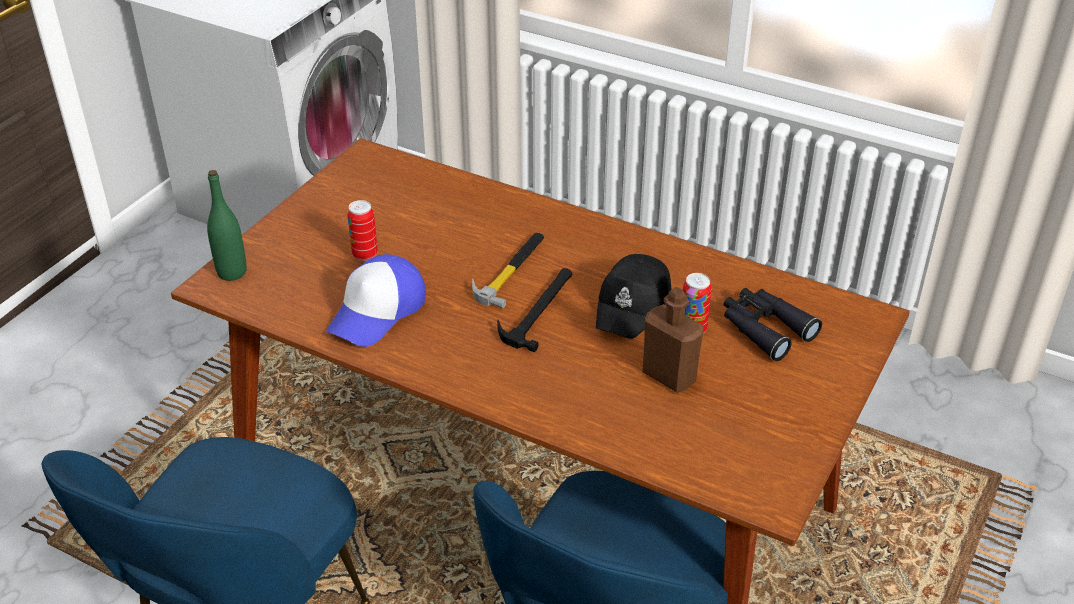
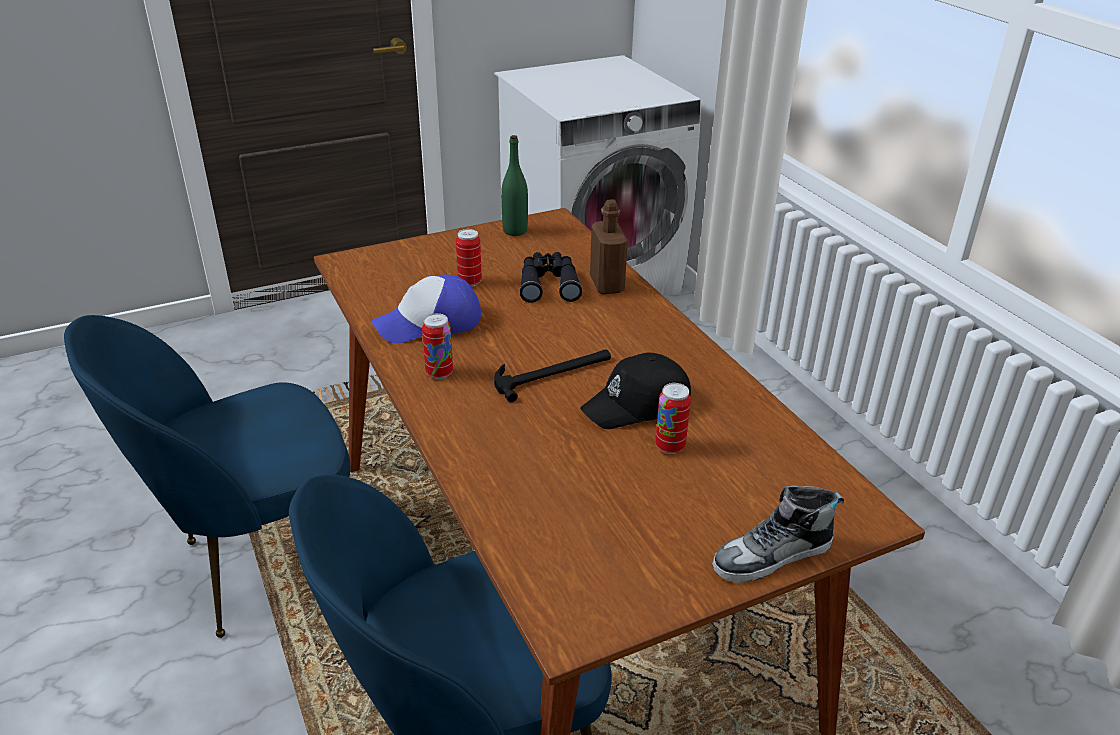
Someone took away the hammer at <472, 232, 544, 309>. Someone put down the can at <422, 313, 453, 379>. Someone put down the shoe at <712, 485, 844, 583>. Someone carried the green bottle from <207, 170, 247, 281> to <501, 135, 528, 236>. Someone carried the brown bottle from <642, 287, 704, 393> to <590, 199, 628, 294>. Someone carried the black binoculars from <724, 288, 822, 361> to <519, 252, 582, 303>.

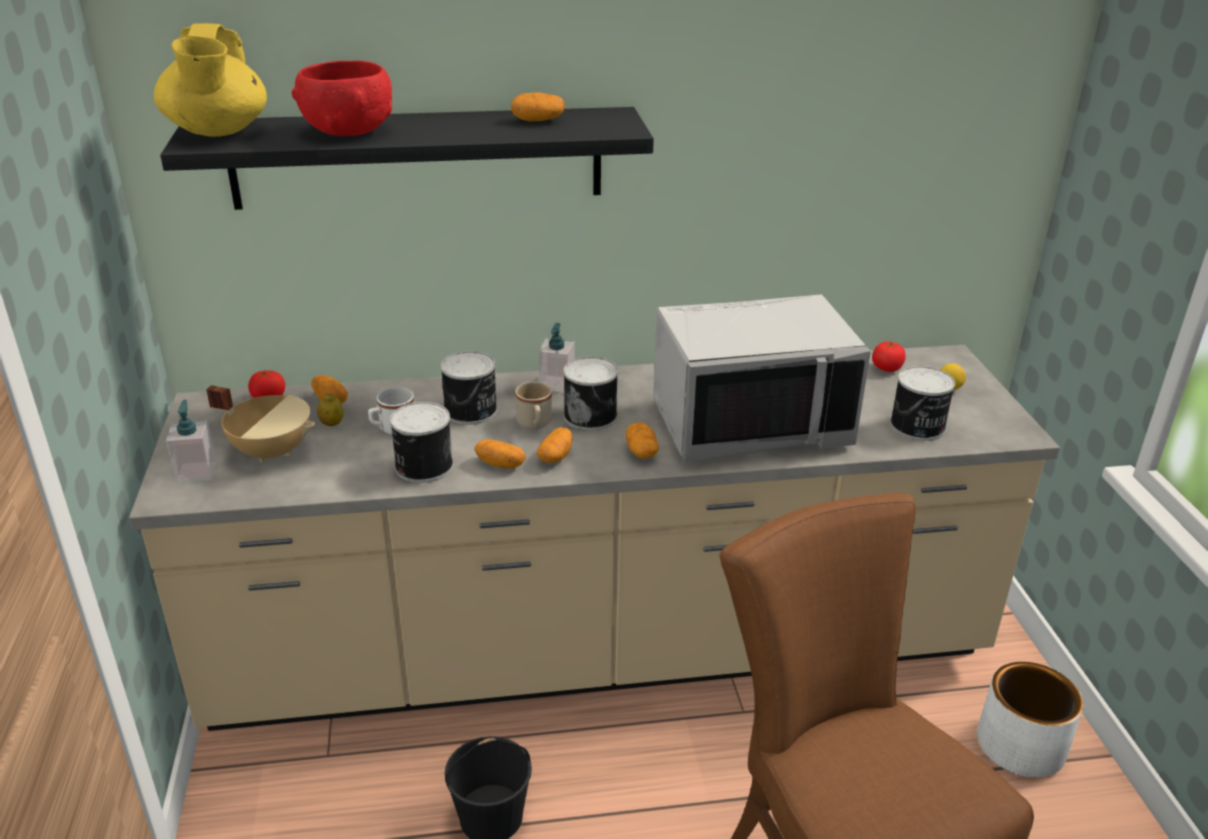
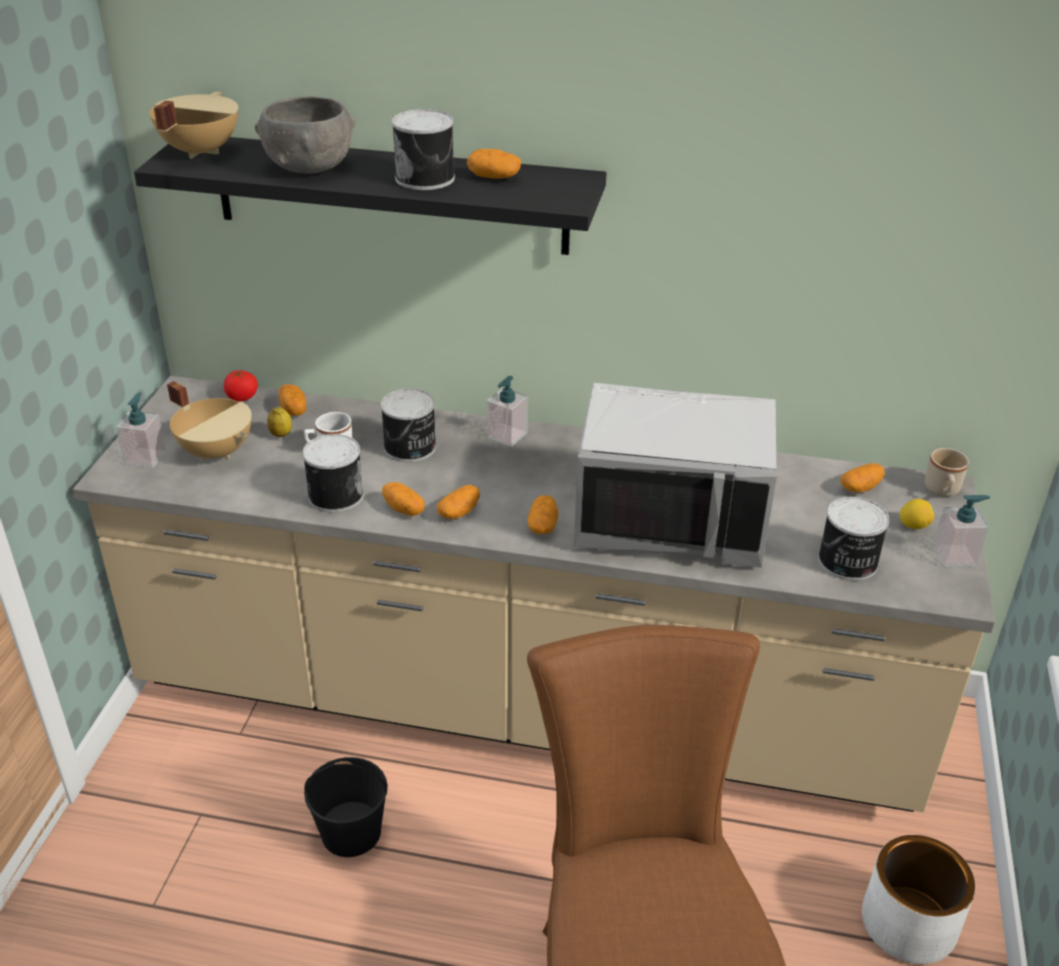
Someone put down the soap dispenser at <933, 495, 990, 567>. Someone carried the beige mug from <515, 382, 552, 429> to <925, 448, 969, 497>. Someone carried the can from <563, 357, 618, 431> to <392, 109, 455, 190>. Someone swapped the yellow teapot at <154, 23, 267, 137> for the beige cooking pot at <150, 92, 238, 159>. Someone swapped the tomato at <872, 341, 906, 372> for the potato at <841, 463, 885, 492>. Someone repainted the red bowl at <292, 60, 392, 136>, which became the grey bowl at <255, 97, 355, 174>.

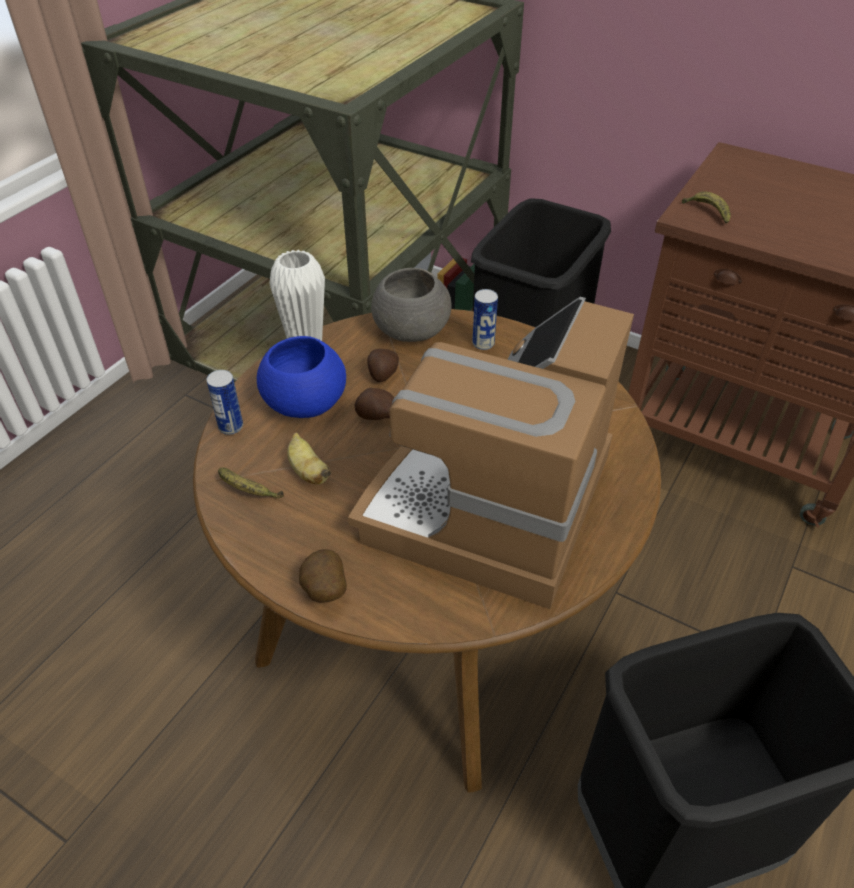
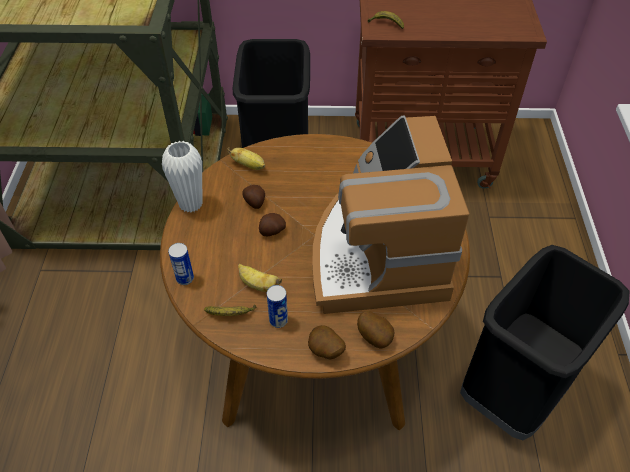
Someone took away the blue bowl at <257, 336, 346, 418>. Someone put down the potato at <357, 311, 394, 349>. Someone carried the can from <472, 289, 498, 350> to <267, 285, 288, 328>. Someone swapped the grey bowl at <371, 268, 451, 342> for the banana at <227, 147, 265, 170>.

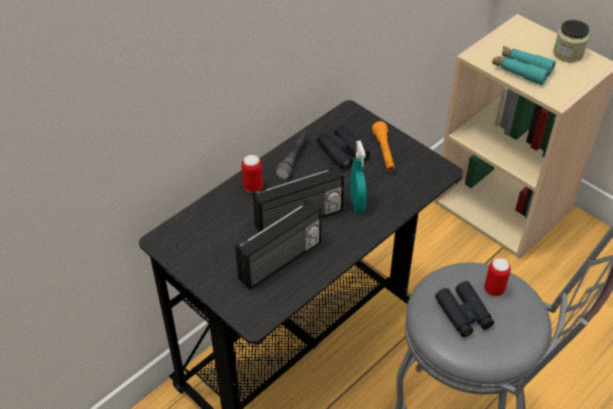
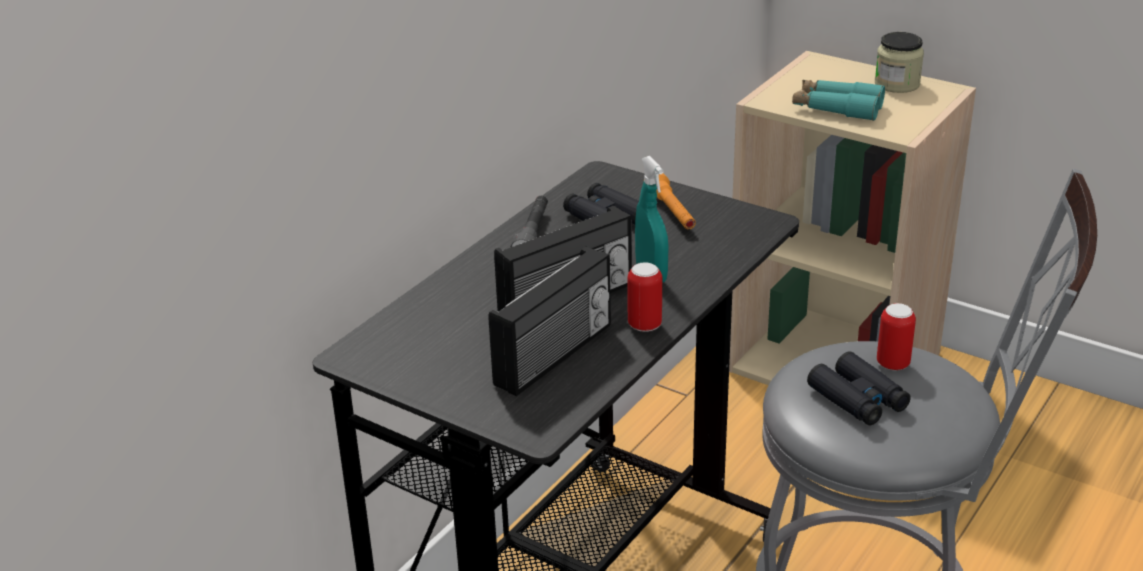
Someone carried the can from <241, 155, 263, 193> to <627, 262, 662, 332>.

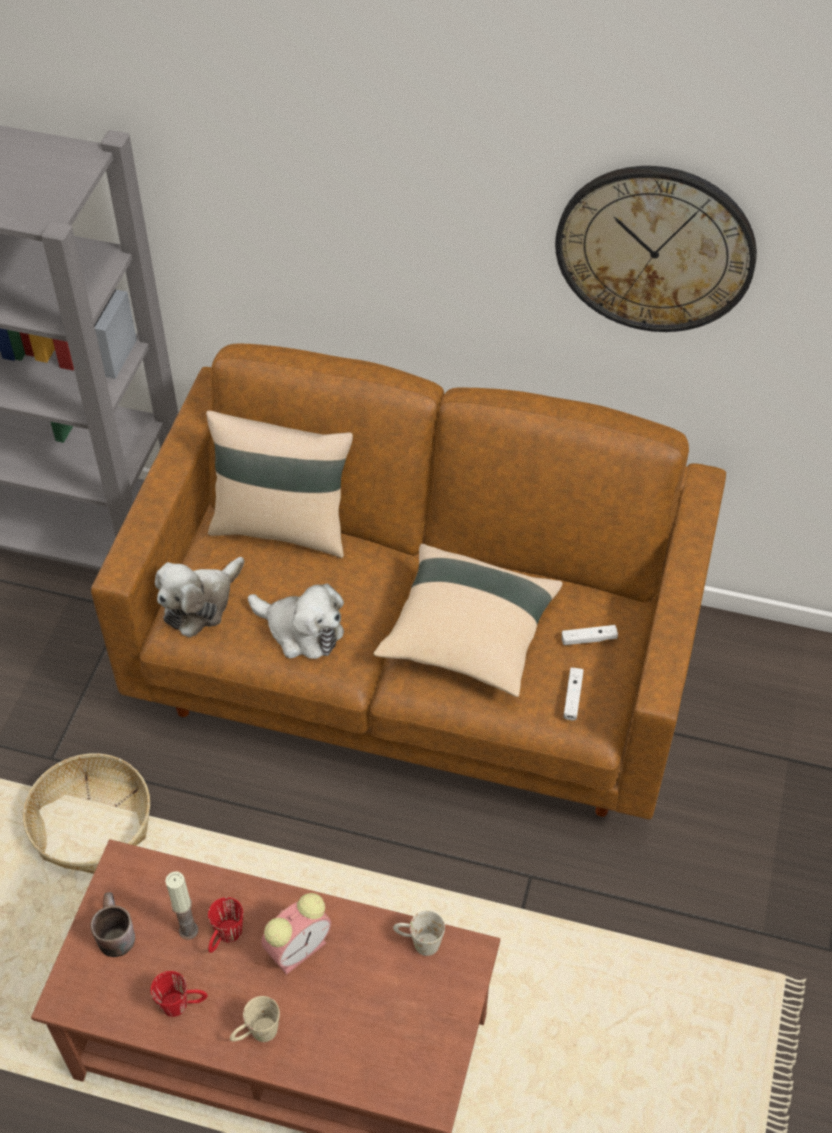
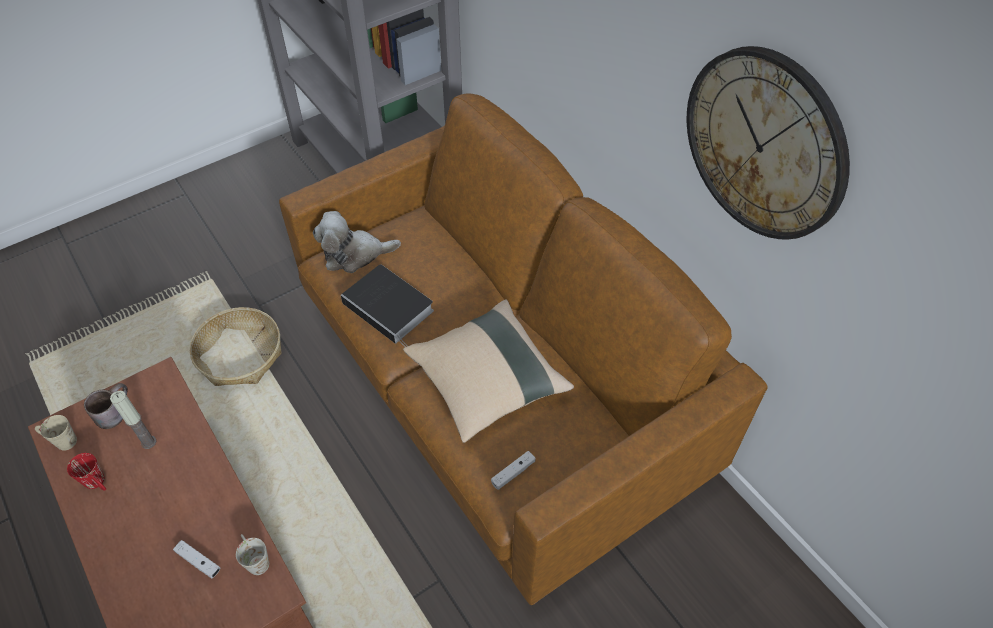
Someone took away the beige pillow at <206, 410, 353, 558>. Someone took away the red mug at <208, 897, 243, 953>. Someone took away the alarm clock at <261, 893, 331, 975>. Someone carried the beige mug from <230, 996, 280, 1042> to <35, 415, 77, 451>. Someone carried the white game controller from <562, 625, 618, 645> to <173, 540, 221, 579>. Someone swapped the plush toy at <248, 584, 344, 659> for the book at <341, 264, 434, 347>.

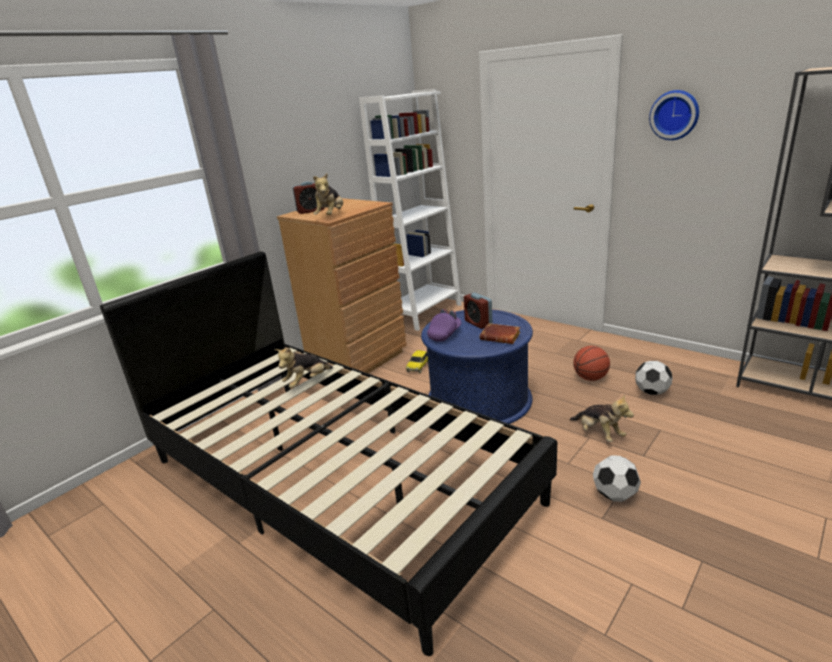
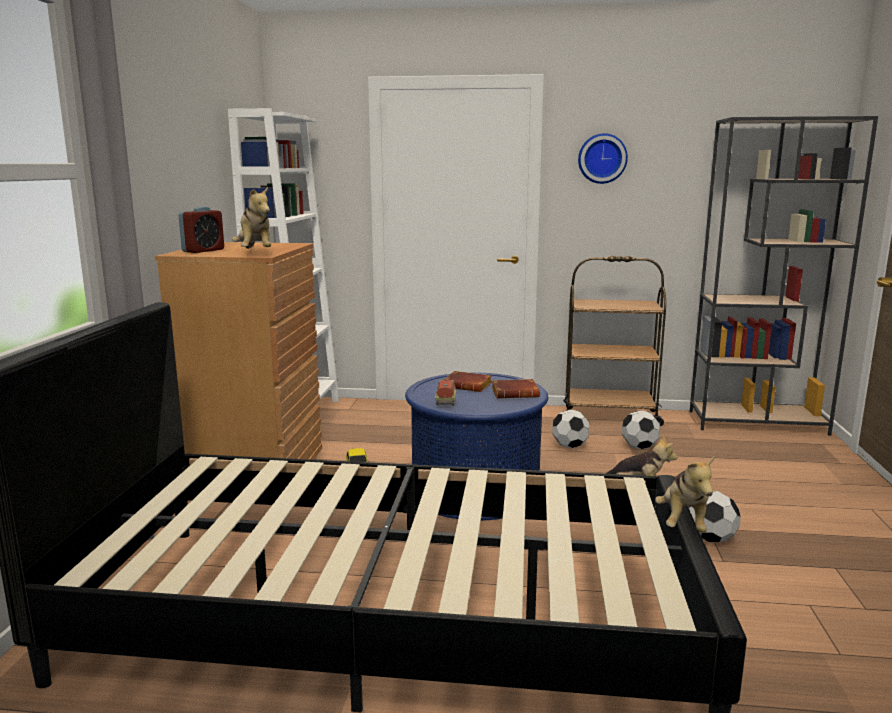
Someone put down the brown cart at <563, 256, 666, 426>. Someone carried the plush toy from <274, 347, 333, 388> to <655, 456, 715, 532>. Someone swapped the purple cap at <427, 309, 461, 342> for the toy truck at <435, 379, 456, 406>. Someone swapped the alarm clock at <464, 293, 493, 329> for the brown book at <443, 371, 492, 392>. Someone swapped the basketball at <573, 346, 610, 381> for the football at <552, 410, 589, 448>.

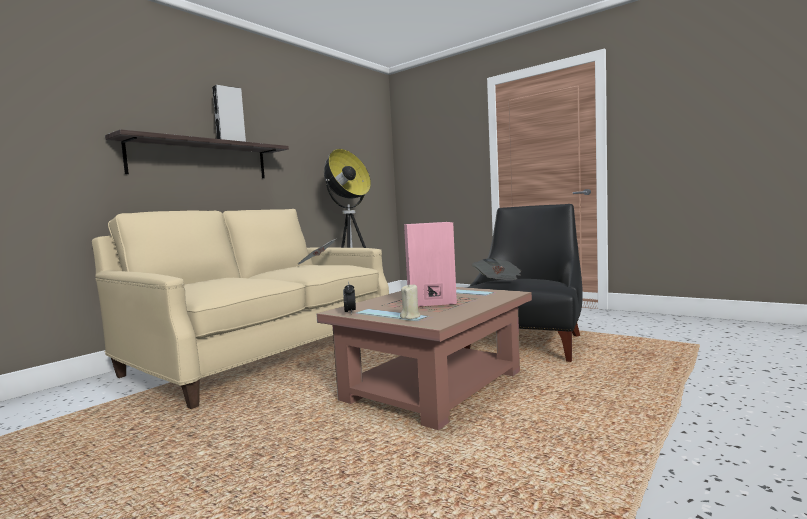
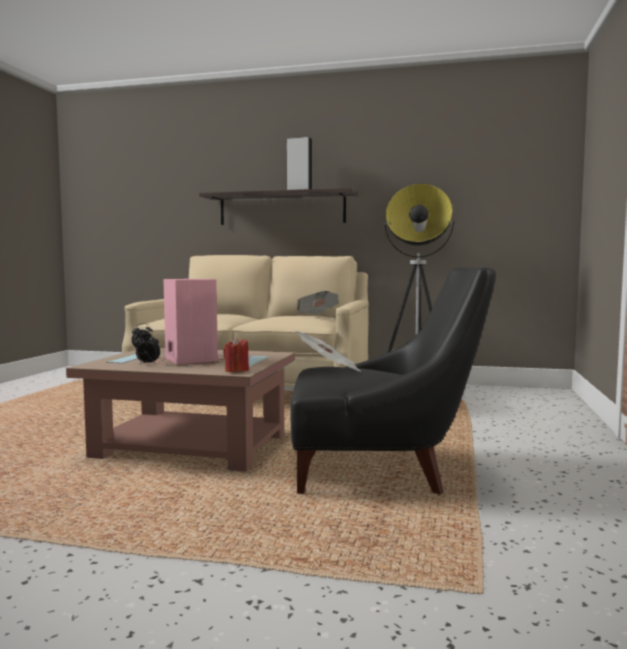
Someone took away the beige candle at <400, 284, 421, 319>. Someone put down the alarm clock at <135, 333, 160, 364>. Someone put down the red candle at <223, 337, 249, 373>.

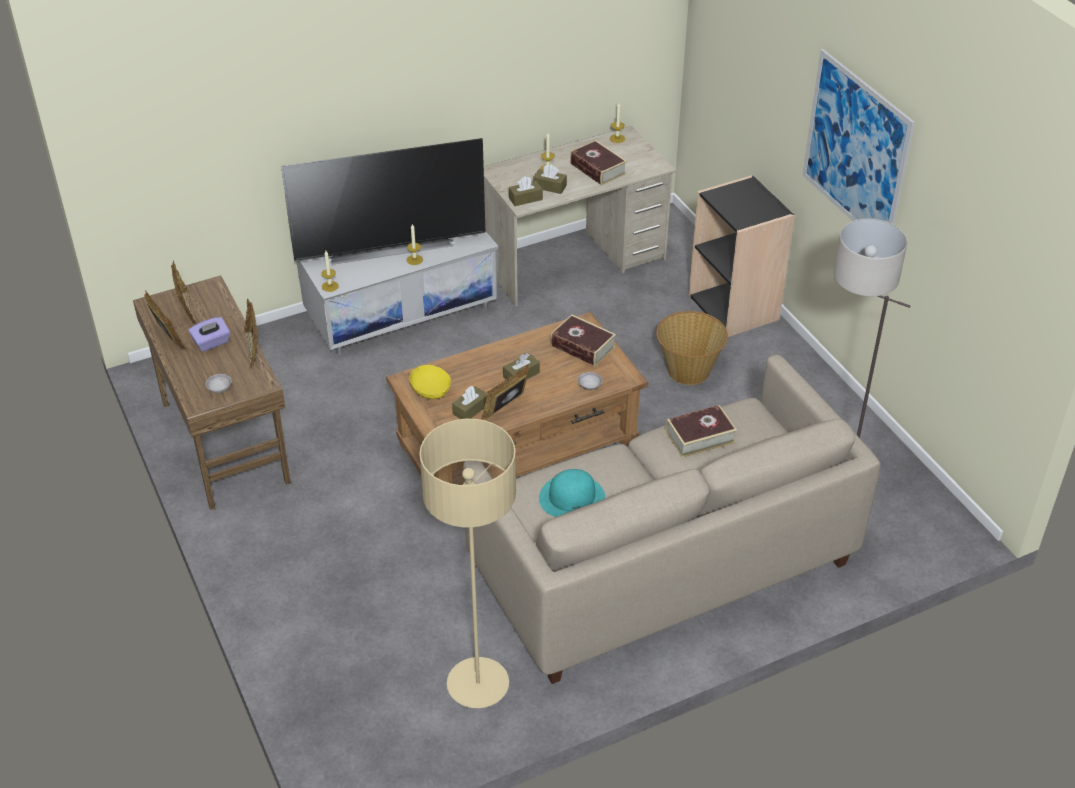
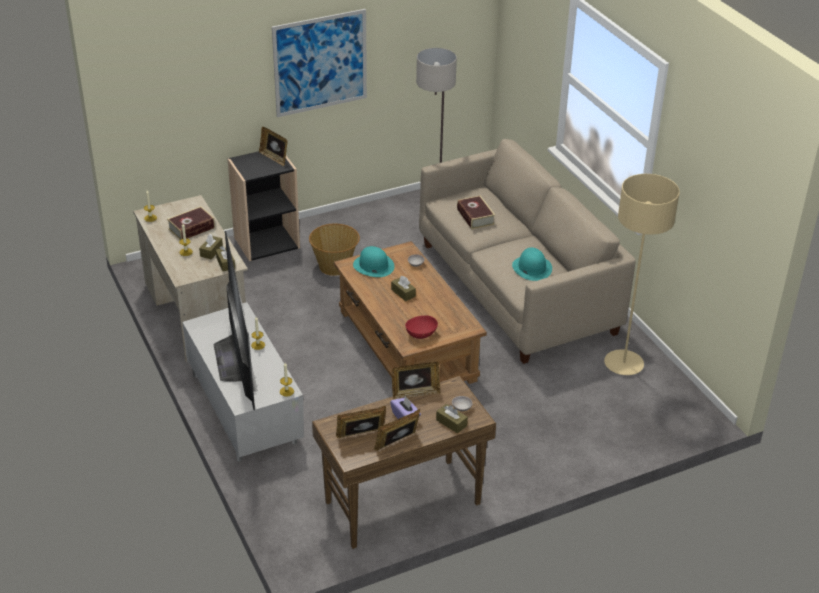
Someone carried the brown tissue box from <452, 386, 487, 419> to <436, 404, 468, 433>. Someone carried the picture frame from <481, 364, 529, 420> to <259, 127, 288, 167>. Someone swapped the book at <551, 314, 616, 366> for the turquoise hat at <353, 246, 394, 277>. Someone repainted the yellow bowl at <410, 365, 452, 399>, which became the red bowl at <405, 315, 438, 339>.

